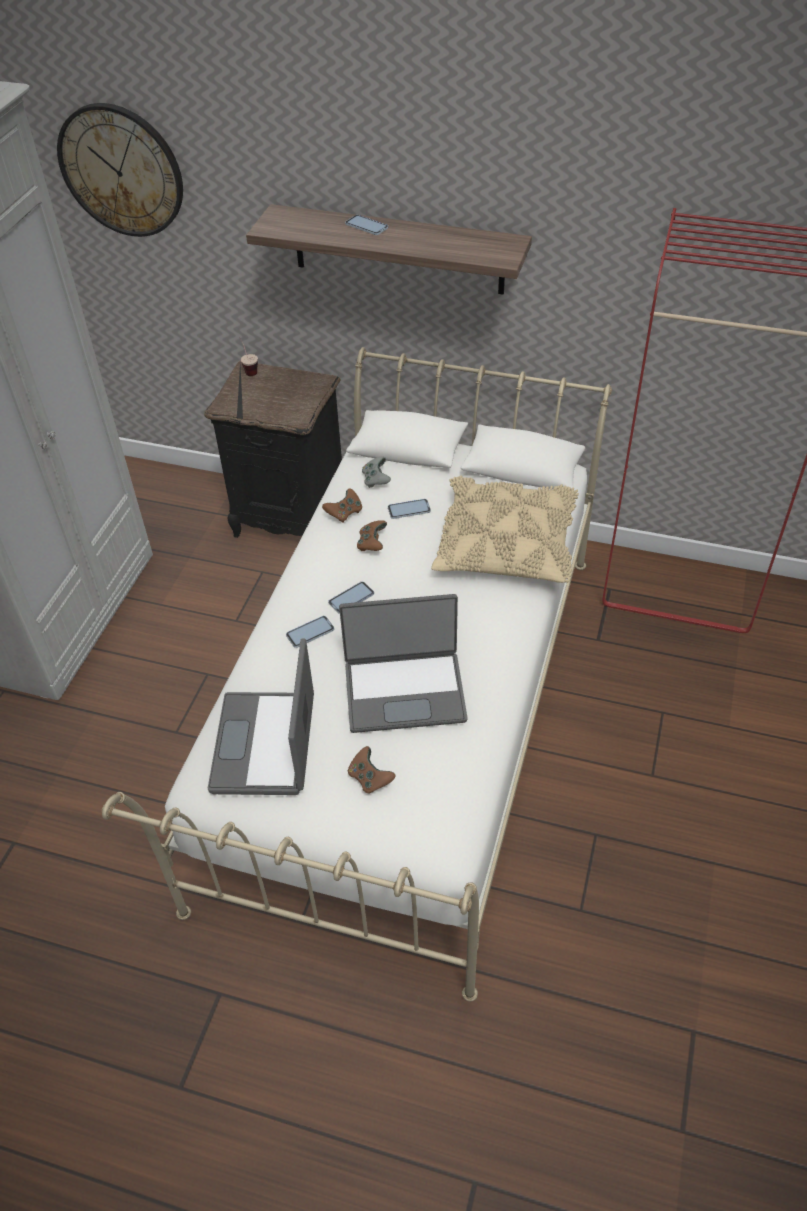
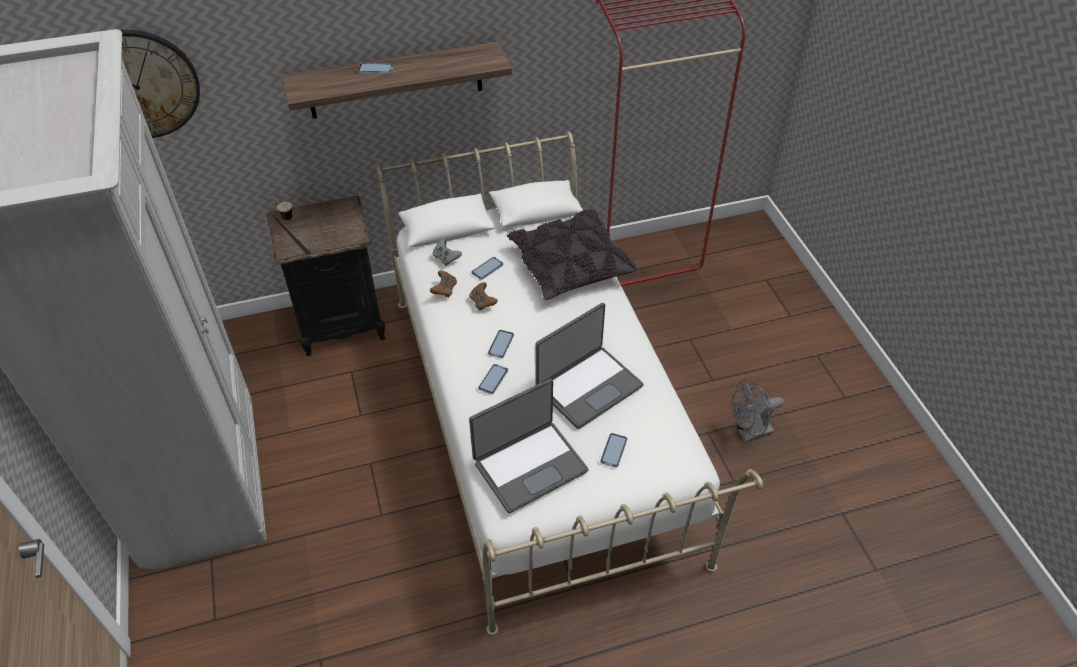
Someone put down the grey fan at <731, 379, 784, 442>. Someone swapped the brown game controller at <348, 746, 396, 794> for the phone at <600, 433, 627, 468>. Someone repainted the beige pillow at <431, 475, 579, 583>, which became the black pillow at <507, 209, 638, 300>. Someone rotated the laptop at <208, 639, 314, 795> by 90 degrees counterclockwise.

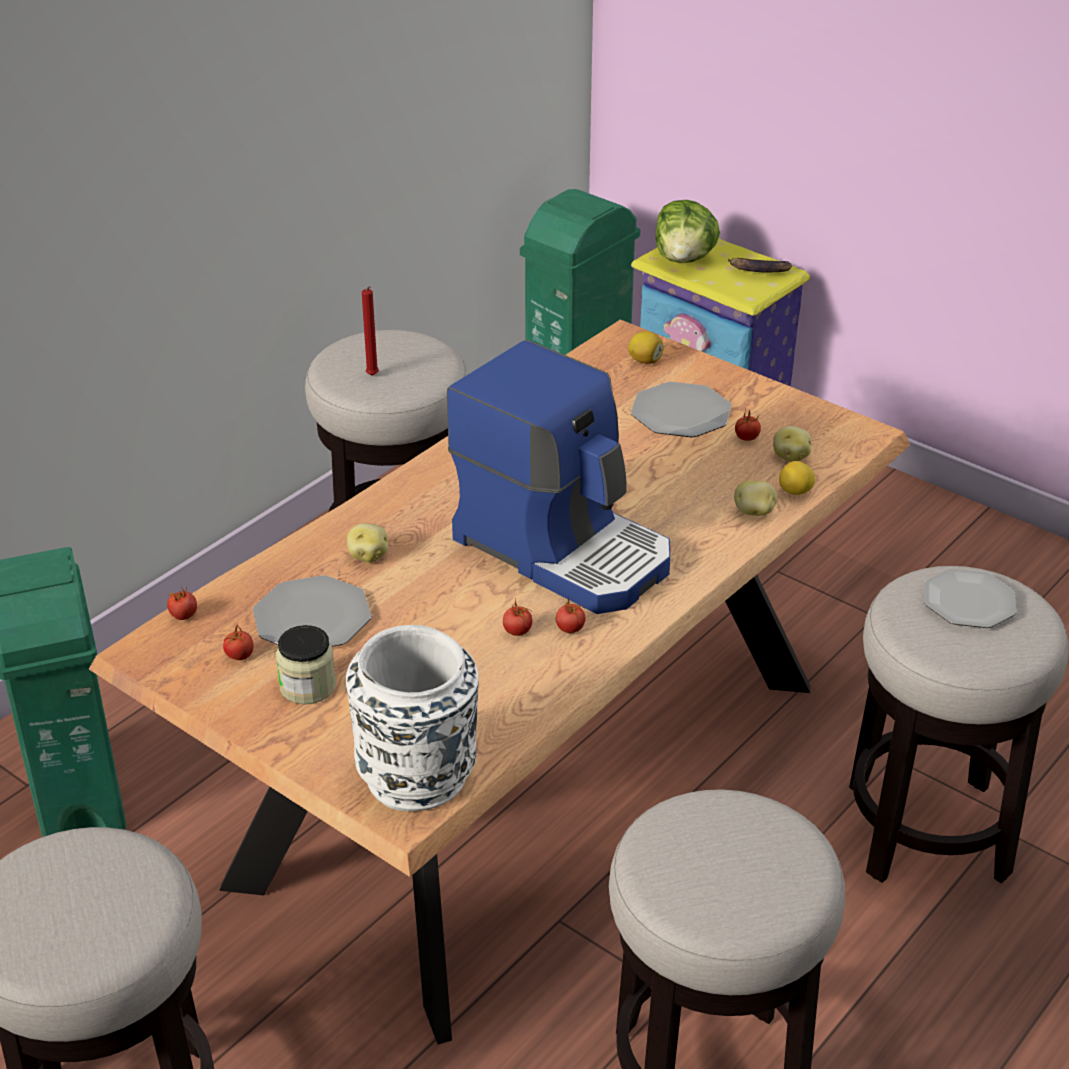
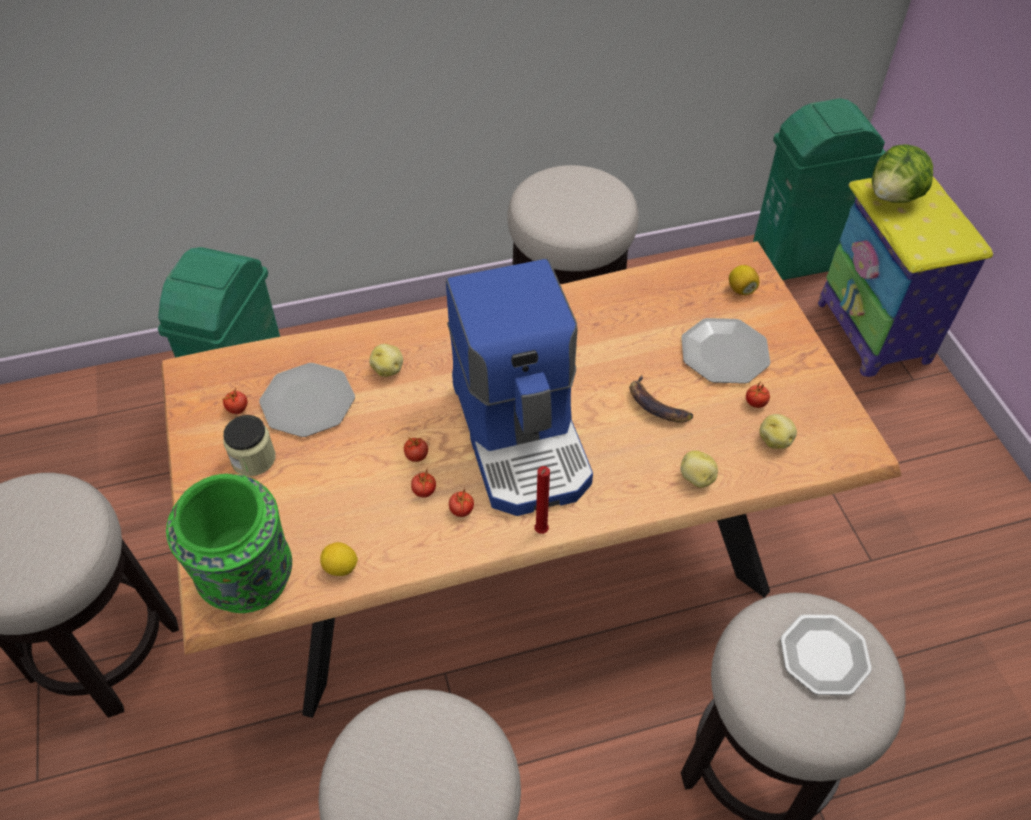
Someone carried the tomato from <167, 587, 197, 620> to <404, 437, 428, 462>. Someone carried the red candle from <362, 286, 379, 376> to <534, 466, 550, 534>. Someone carried the banana from <728, 258, 792, 273> to <629, 375, 693, 423>. Someone carried the lemon from <779, 461, 815, 495> to <320, 542, 358, 576>. Someone repainted the white vase at <346, 625, 479, 811>, which became the green vase at <166, 474, 292, 613>.

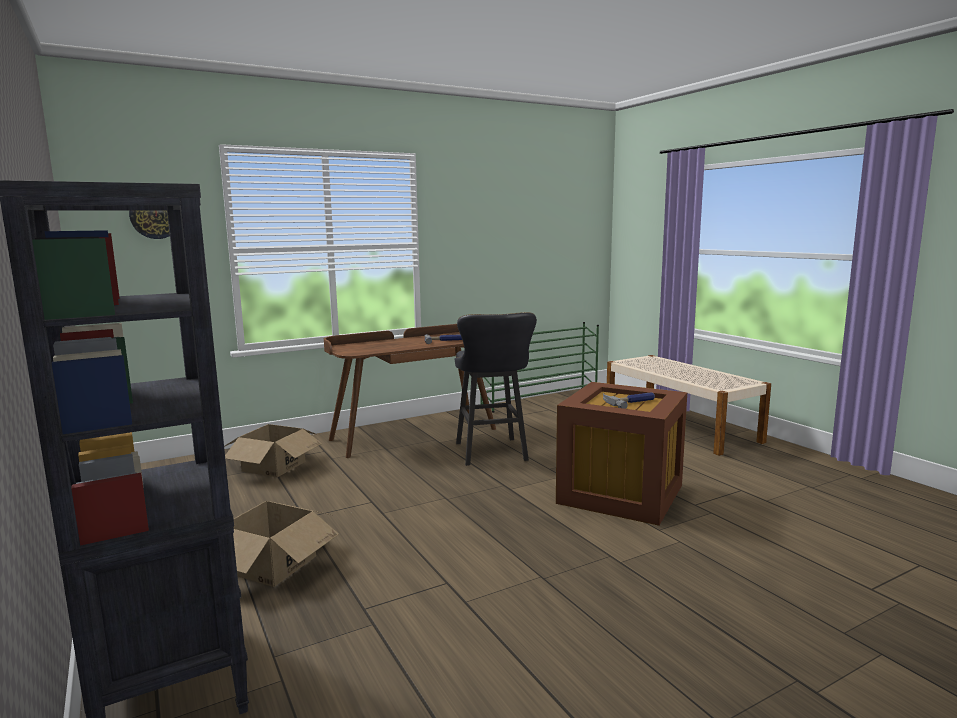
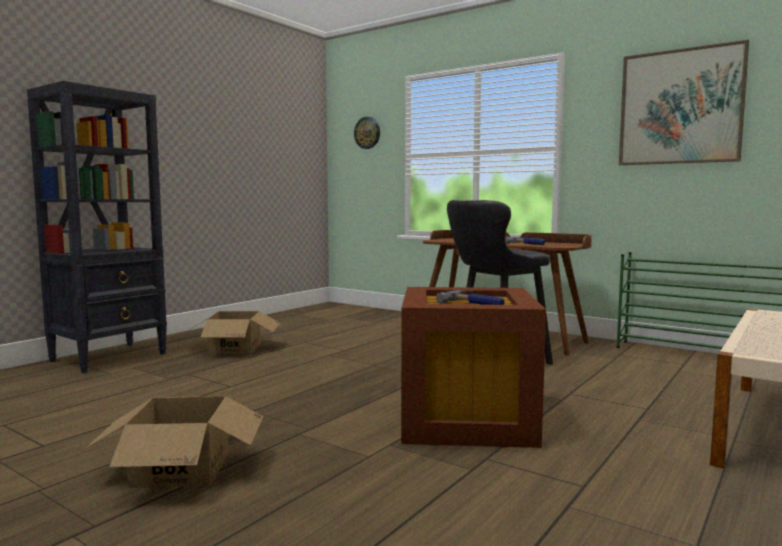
Someone put up the picture at <619, 40, 749, 165>. Someone carried the cardboard box from <224, 424, 322, 477> to <84, 396, 264, 488>.

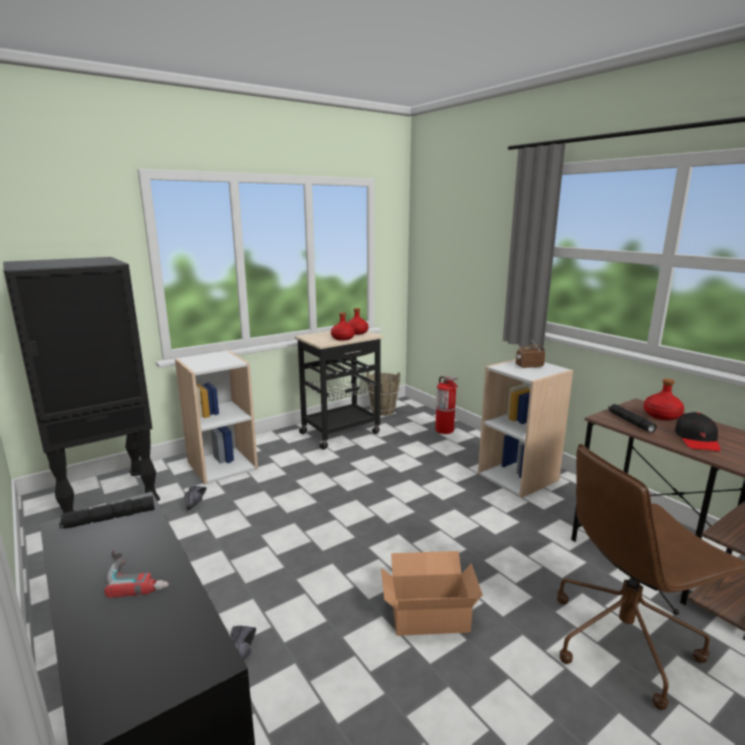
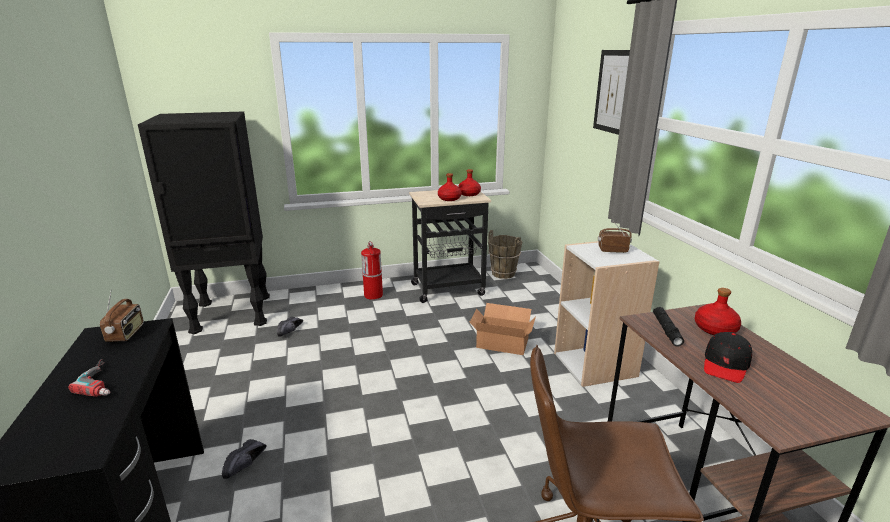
Someone took away the bookcase at <175, 350, 258, 485>. Someone put up the picture at <593, 50, 630, 135>. Someone carried the cardboard box from <381, 551, 483, 636> to <470, 303, 536, 355>. Someone carried the fire extinguisher from <435, 376, 458, 434> to <361, 241, 383, 300>. Someone swapped the black flashlight at <59, 496, 155, 529> for the radio at <100, 290, 144, 342>.

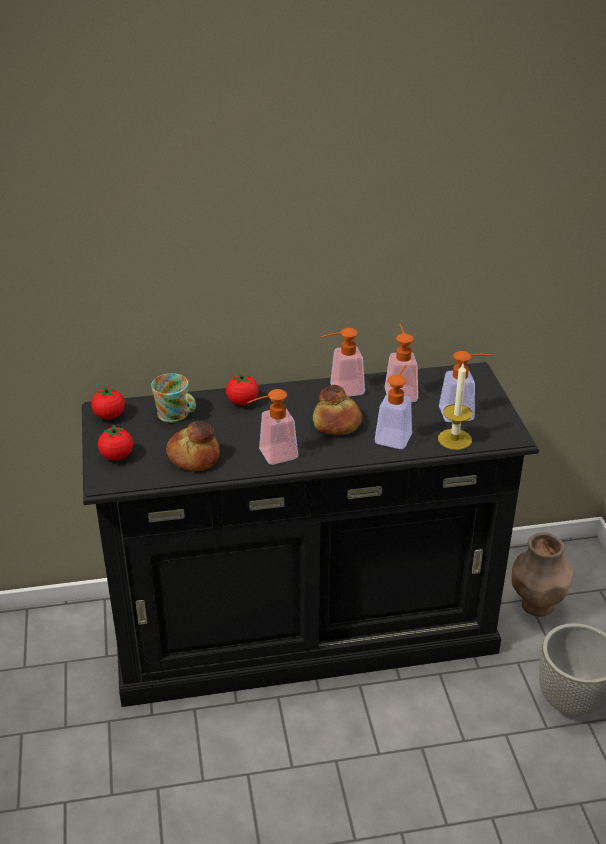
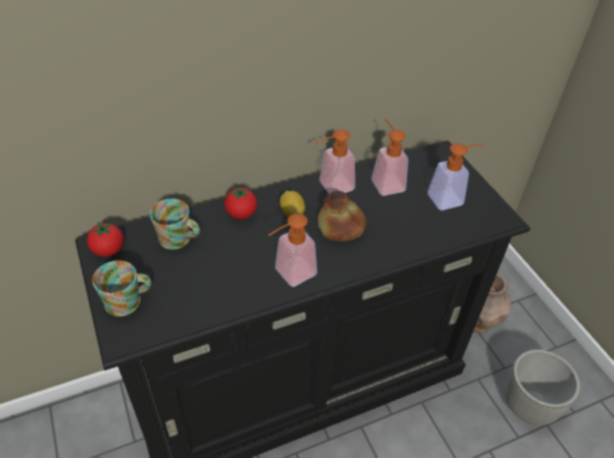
Someone took away the bread at <166, 422, 220, 471>. Someone took away the soap dispenser at <375, 365, 412, 449>. Someone took away the candle at <438, 364, 472, 450>. Someone put down the lemon at <280, 191, 305, 217>. Someone swapped the tomato at <98, 424, 133, 460> for the mug at <92, 260, 151, 317>.

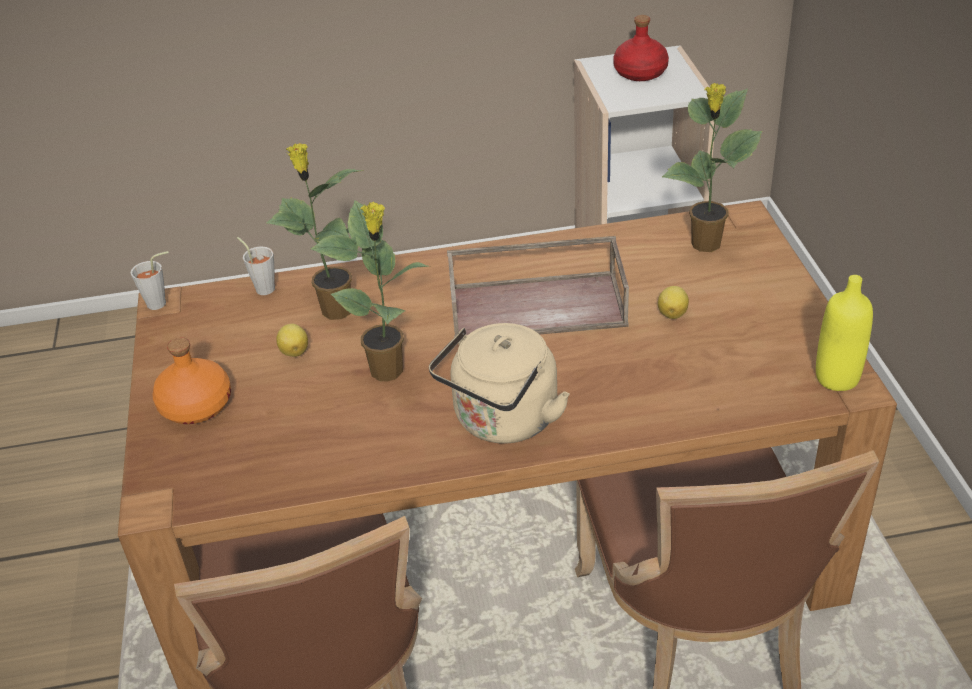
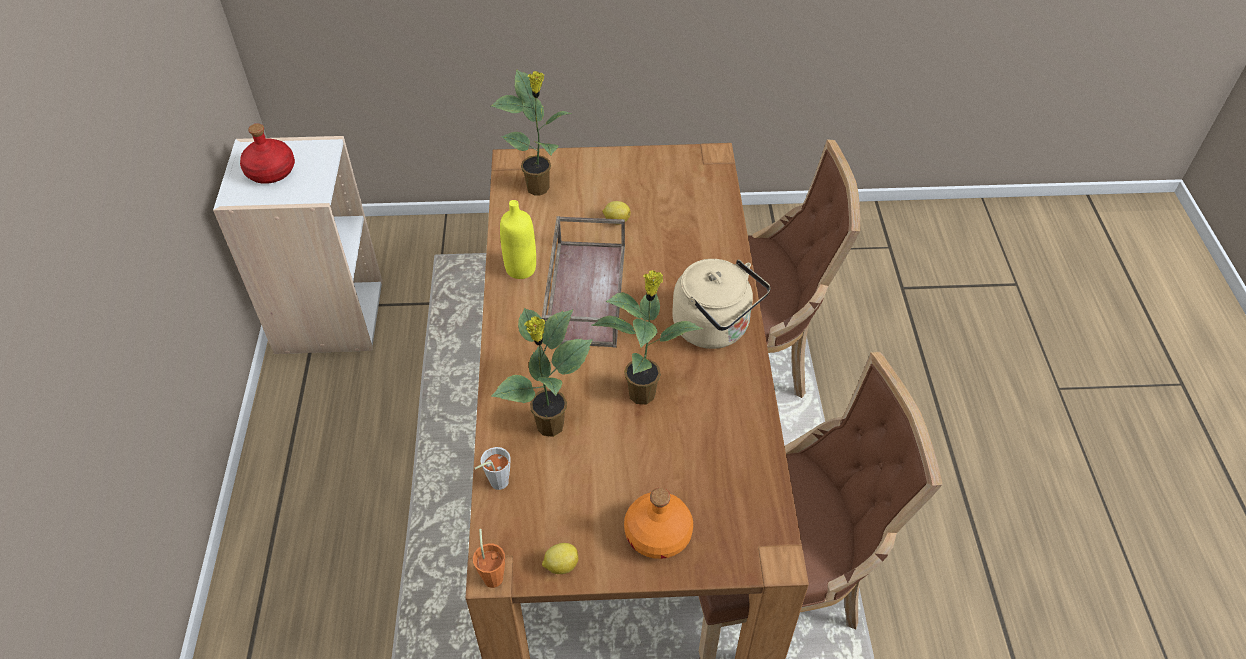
Someone carried the lemon from <276, 324, 308, 357> to <542, 543, 579, 574>. Someone carried the yellow bottle from <816, 275, 873, 391> to <500, 200, 536, 279>. Someone repainted the grey cup at <131, 251, 169, 310>, which became the orange cup at <473, 529, 505, 588>.

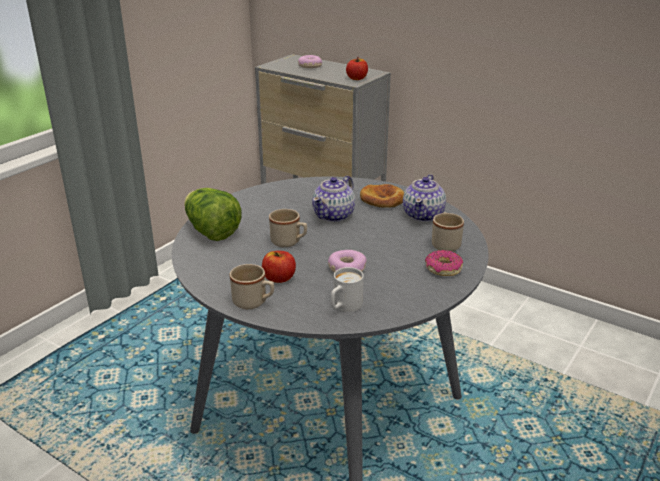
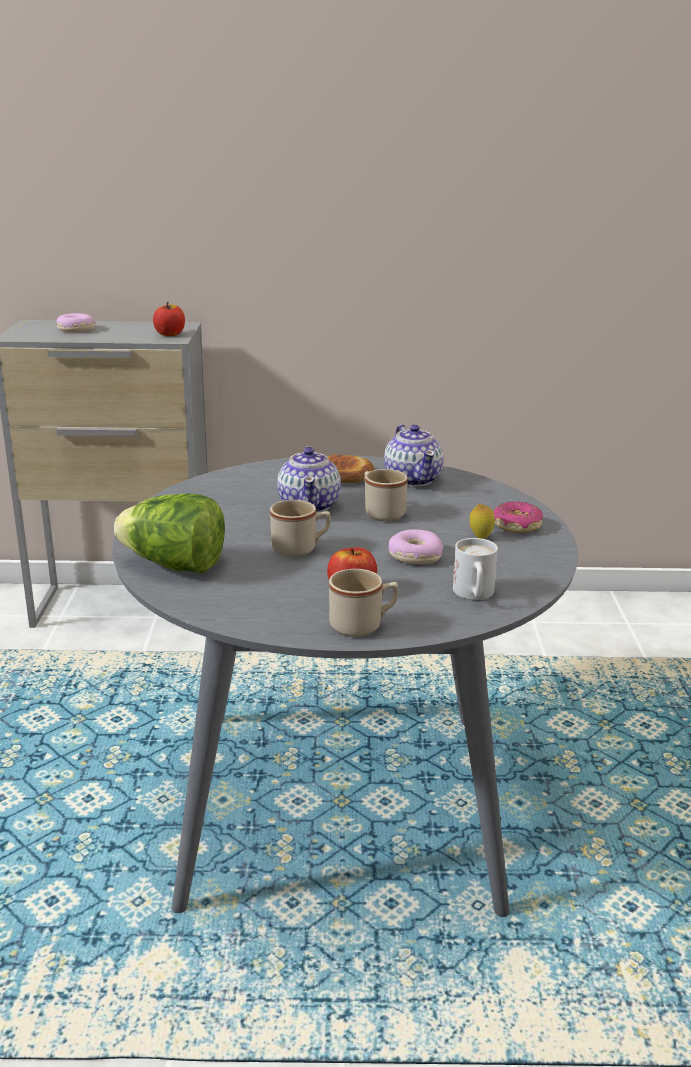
Someone put down the lemon at <469, 504, 495, 539>. Someone carried the beige mug from <432, 212, 464, 252> to <364, 469, 408, 521>.

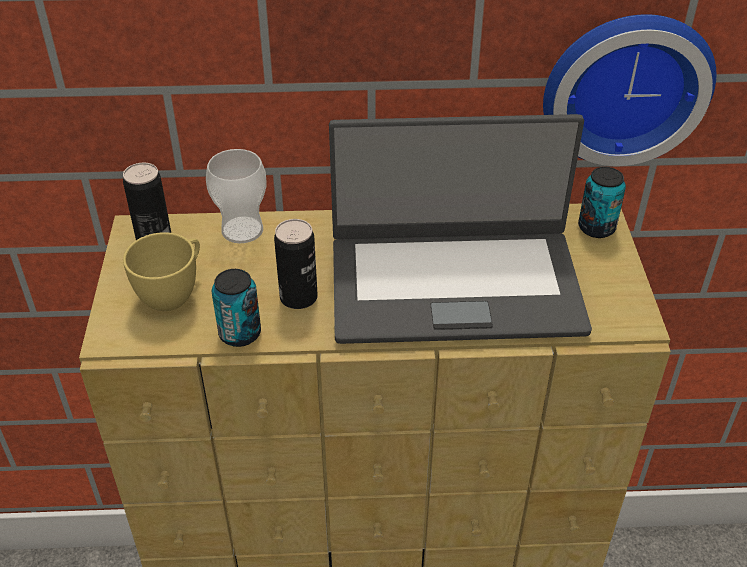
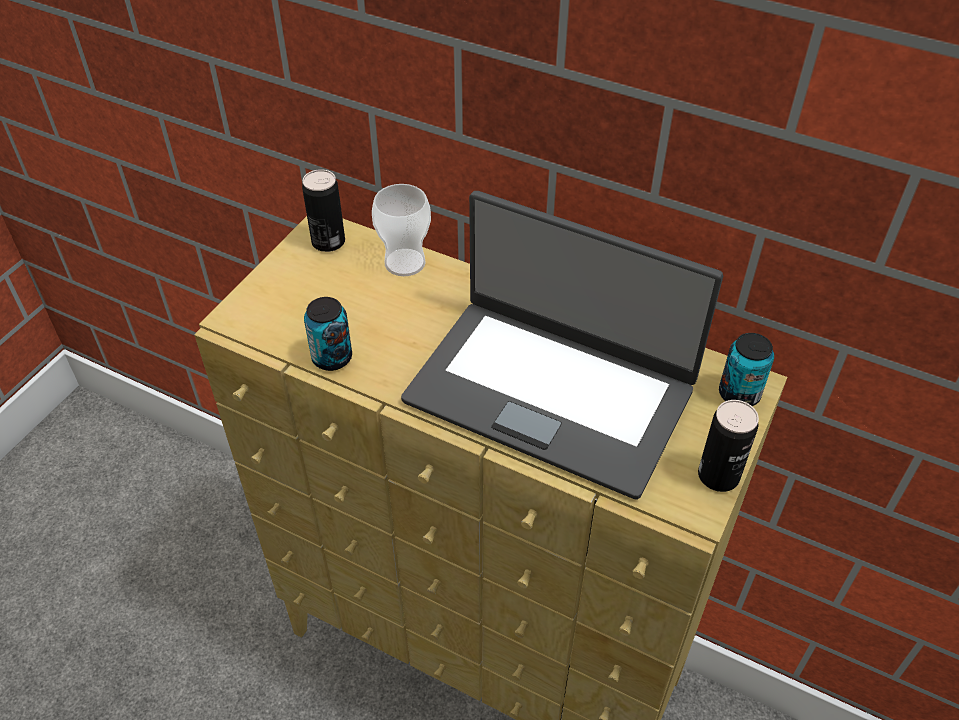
Someone took away the yellow cup at <123, 232, 200, 311>. Someone took away the wall clock at <543, 14, 717, 166>. Someone carried the can from <274, 219, 318, 309> to <698, 400, 759, 492>.

